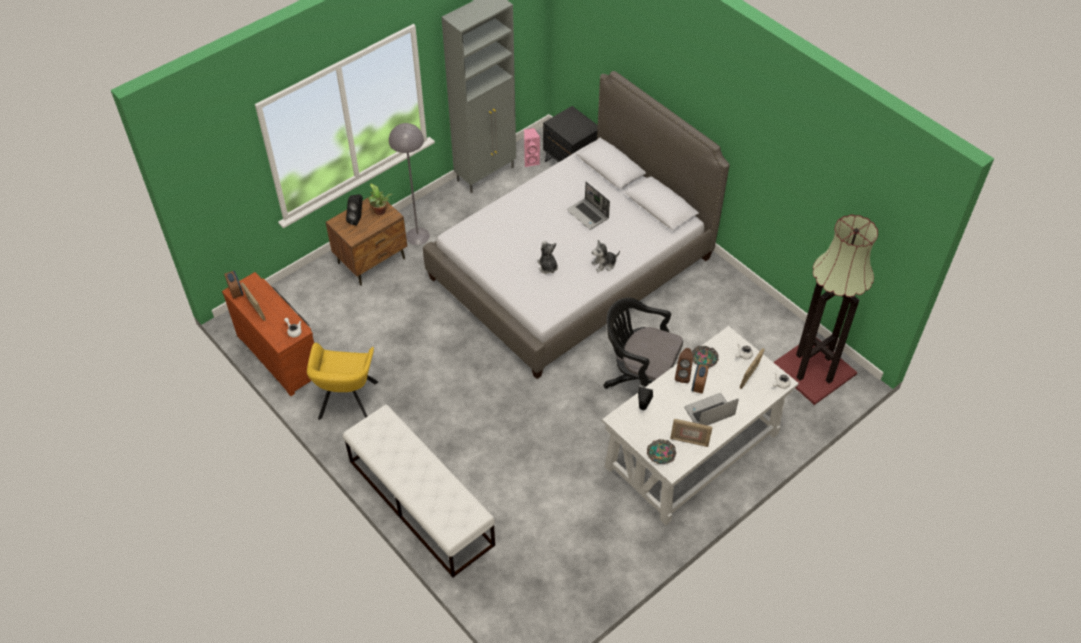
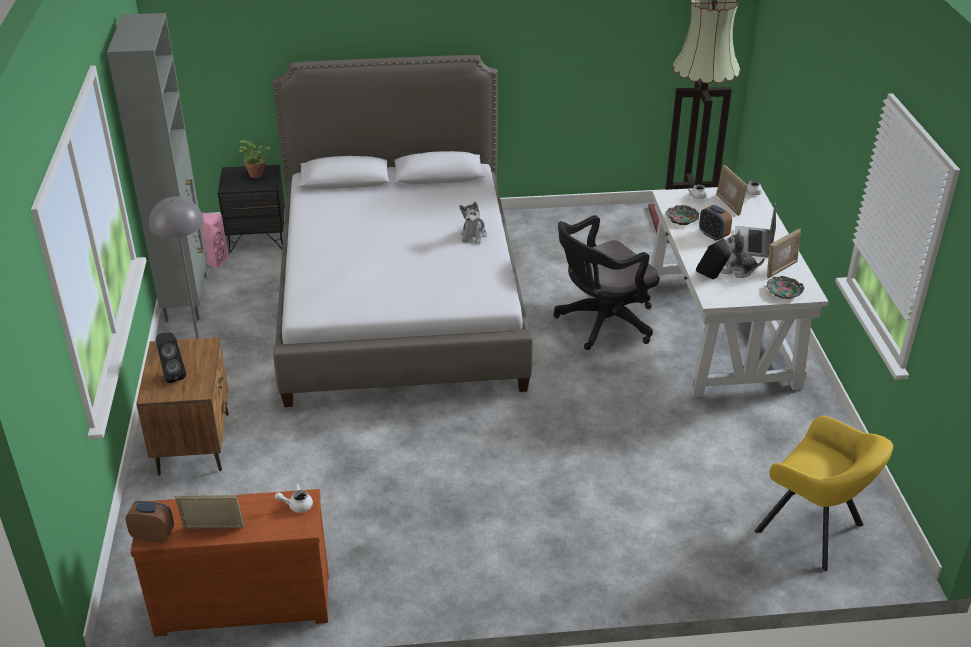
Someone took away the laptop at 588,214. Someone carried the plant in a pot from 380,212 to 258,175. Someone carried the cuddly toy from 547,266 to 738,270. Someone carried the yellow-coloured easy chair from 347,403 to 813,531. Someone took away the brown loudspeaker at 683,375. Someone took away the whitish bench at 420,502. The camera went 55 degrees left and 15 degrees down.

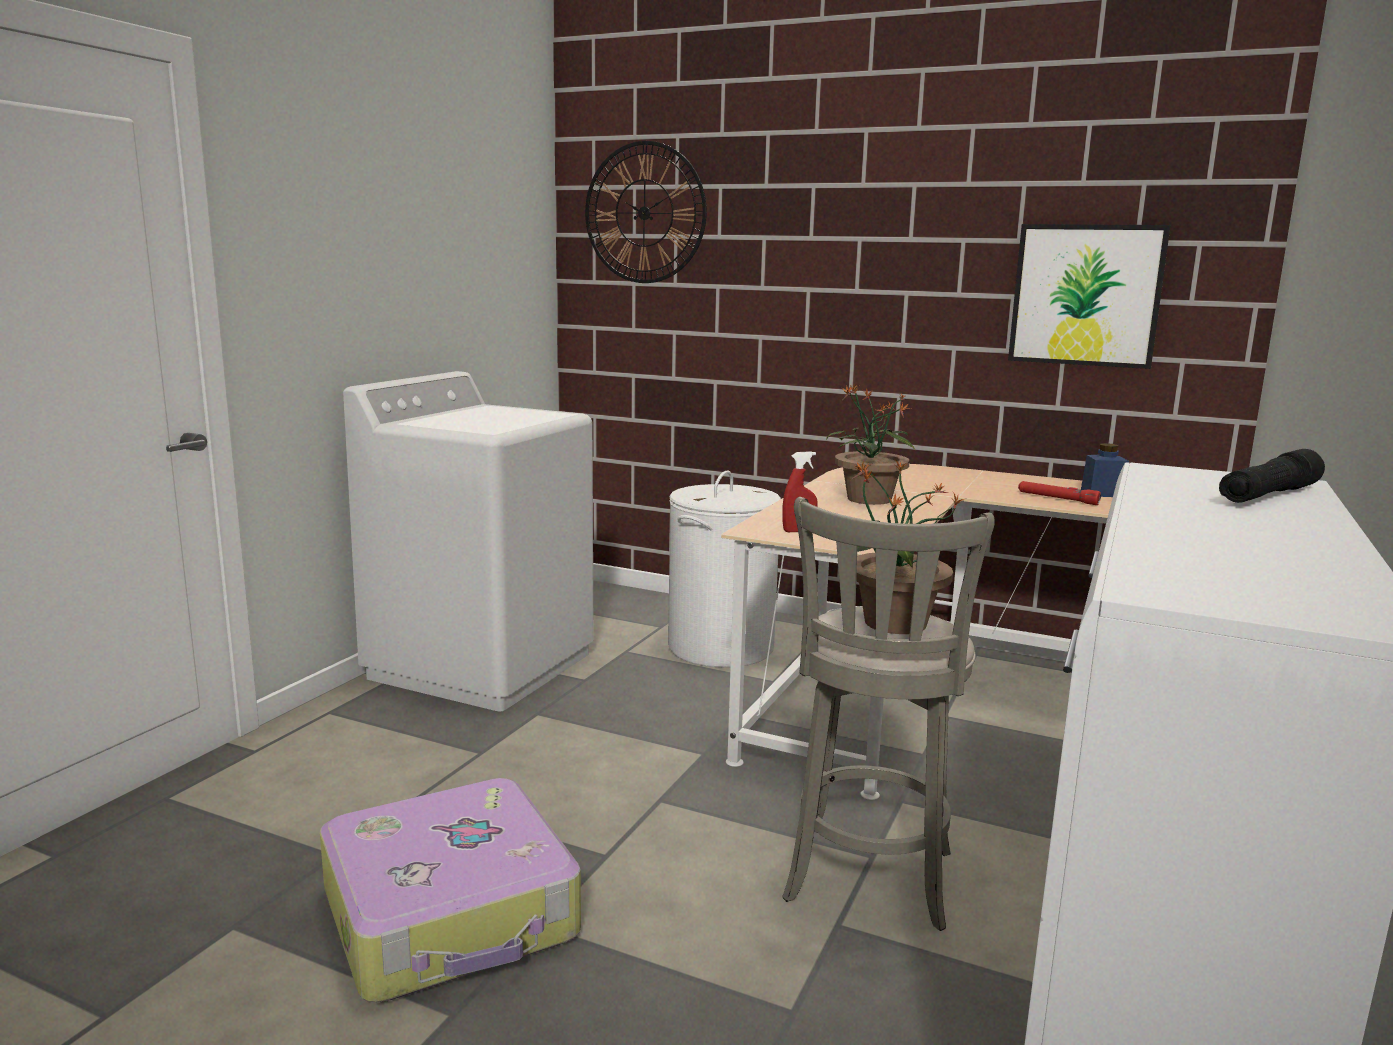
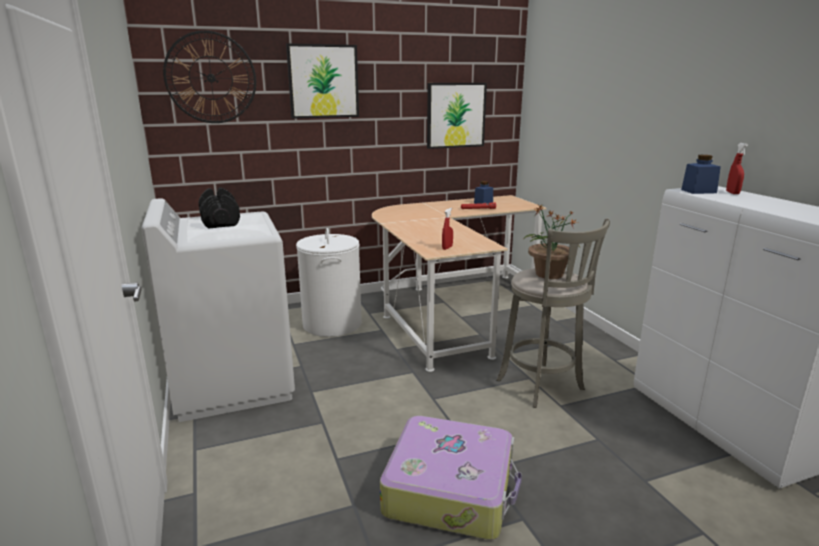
Someone took away the plant in a pot at 868,499. Someone swapped the black-coloured flashlight at 1268,495 for the reddish spray bottle at 732,193. Someone put up the wall art at 323,81. Someone put down the blue-coloured preserve jar at 698,191. Someone put down the black-coloured dumbbell at 220,222. The camera went 45 degrees left and 5 degrees up.

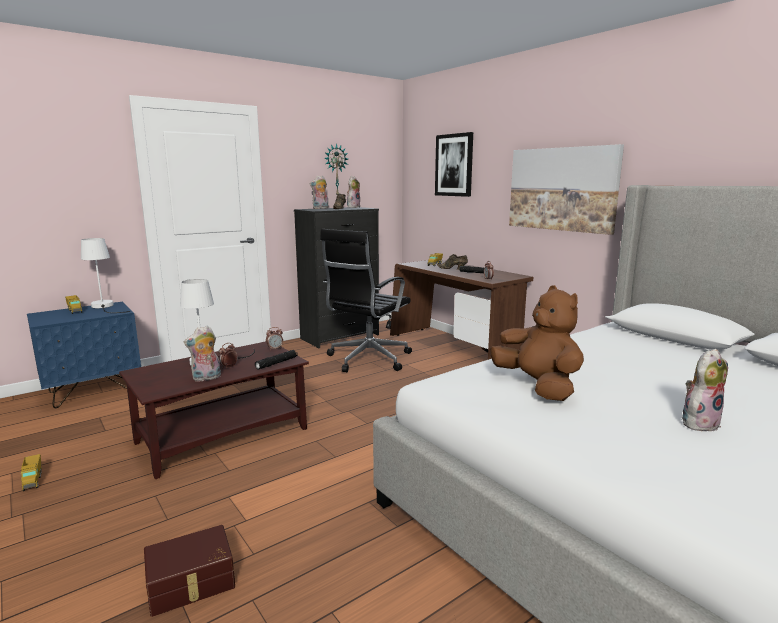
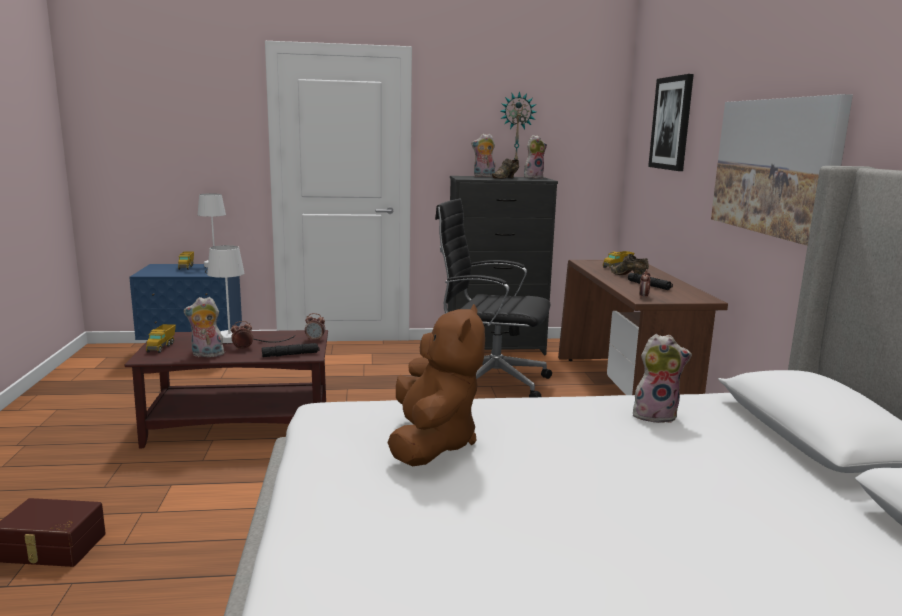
Someone rotated the black-coloured desk chair at 367,359 by 45 degrees clockwise. Someone carried the cuddly toy from 699,422 to 655,415. Someone carried the toy truck from 33,480 to 161,347. The camera went 30 degrees right and 0 degrees up.

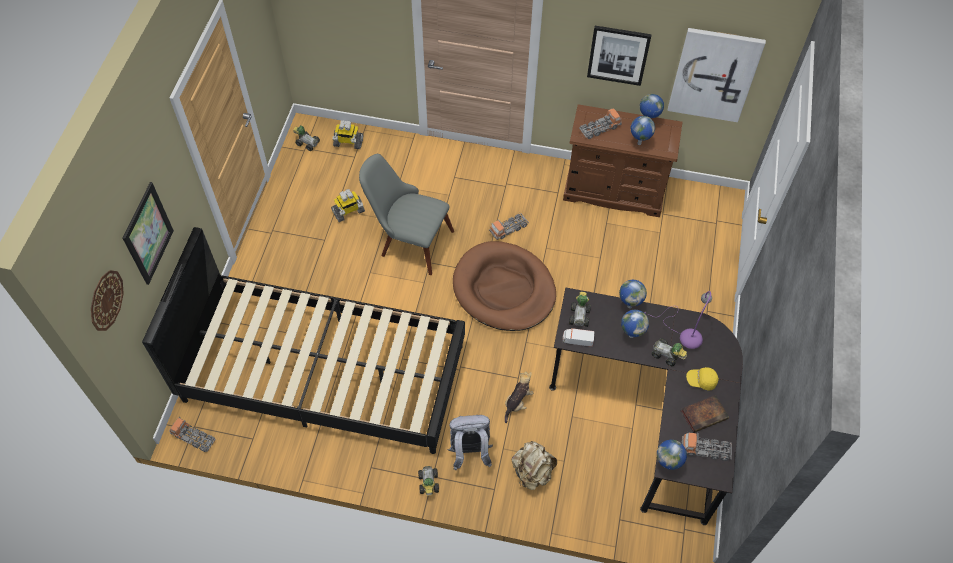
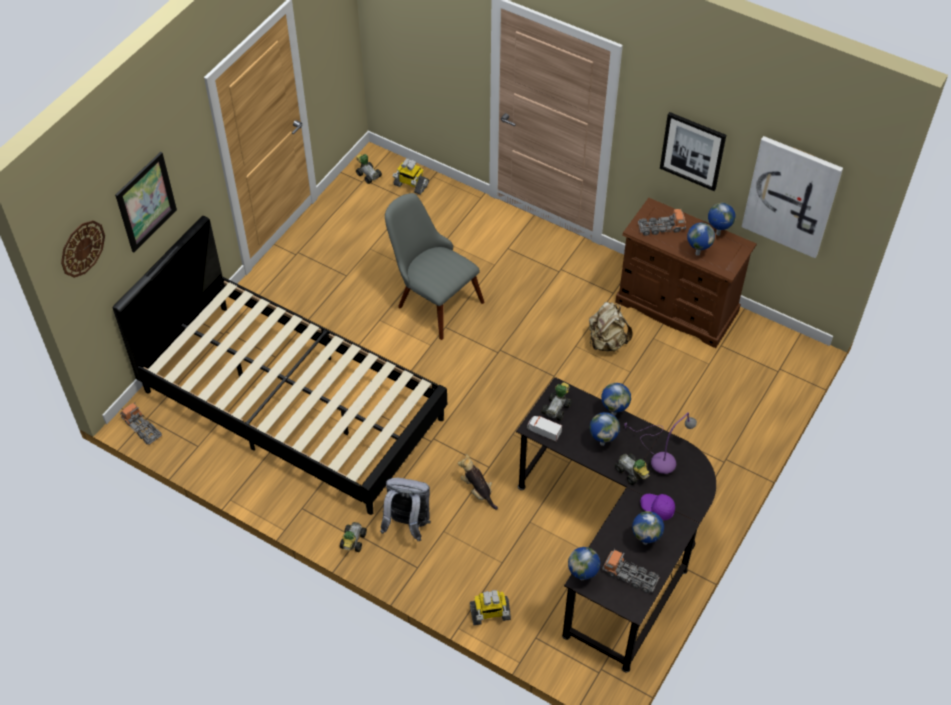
Someone carried the toy robot from 348,212 to 490,614. Someone took away the toy truck at 508,228. Someone took away the brown dog bed at 504,289. Someone repainted the yellow-coloured cap at 701,380, which became the purple cap at 657,508. Someone rotated the cuddly toy at 517,402 by 90 degrees counterclockwise. Someone swapped the book at 704,414 for the world globe at 645,542. Someone carried the sand-coloured backpack from 532,472 to 606,342. The camera went 20 degrees right and 5 degrees down.

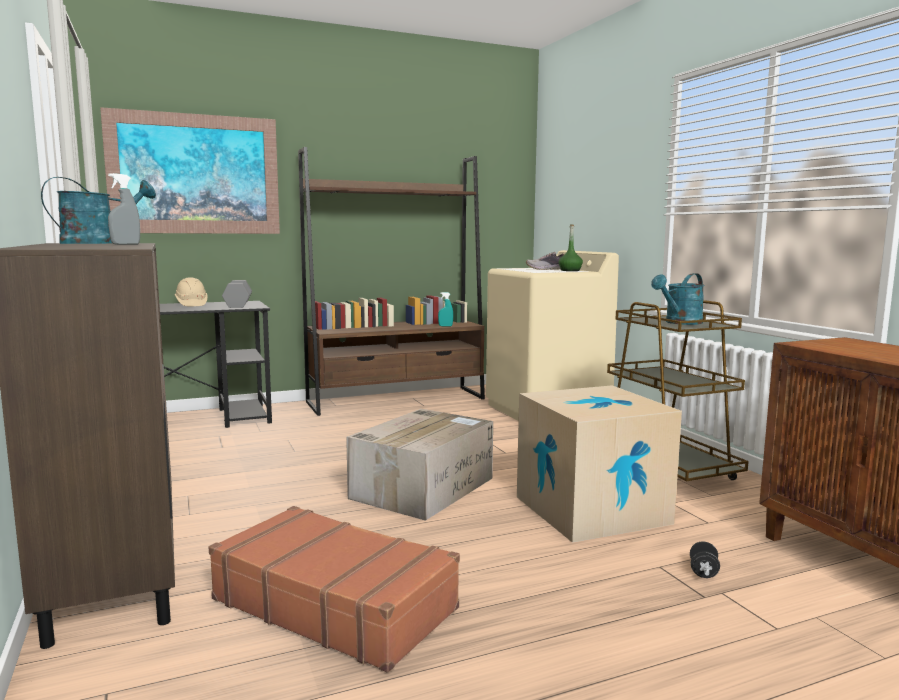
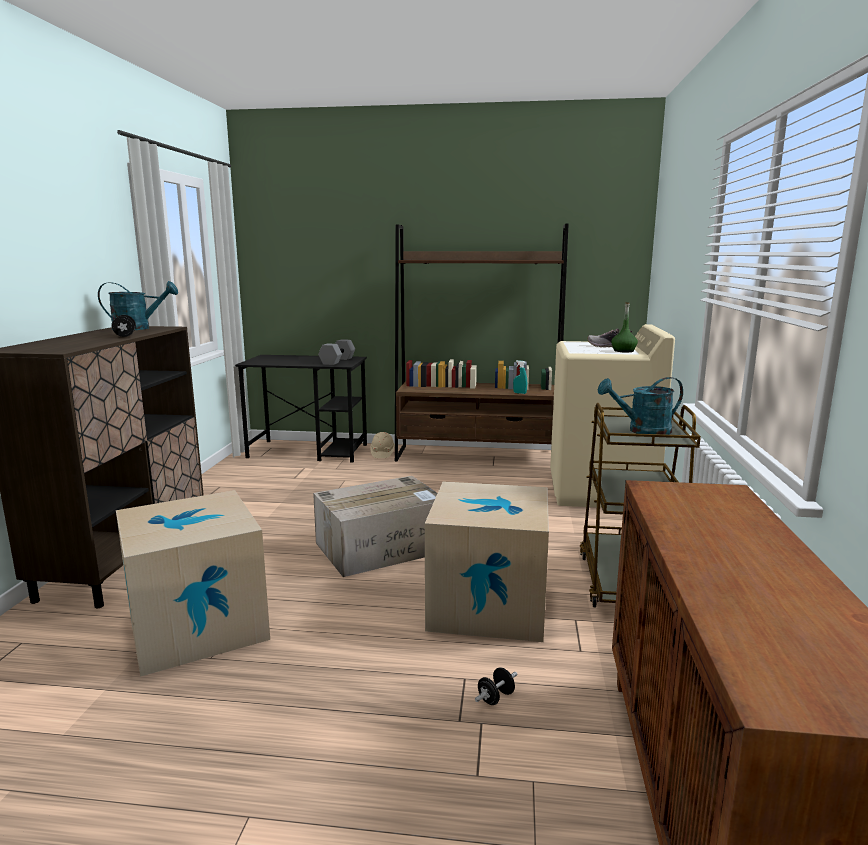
Someone took away the wall art at 195,174. Someone swapped the greyish spray bottle at 125,244 for the black-coloured dumbbell at 125,335. Someone carried the sand-coloured hard hat from 191,304 to 382,453. Someone swapped the brown travel case at 335,603 for the cardboard box at 197,626. The camera went 30 degrees right and 5 degrees up.

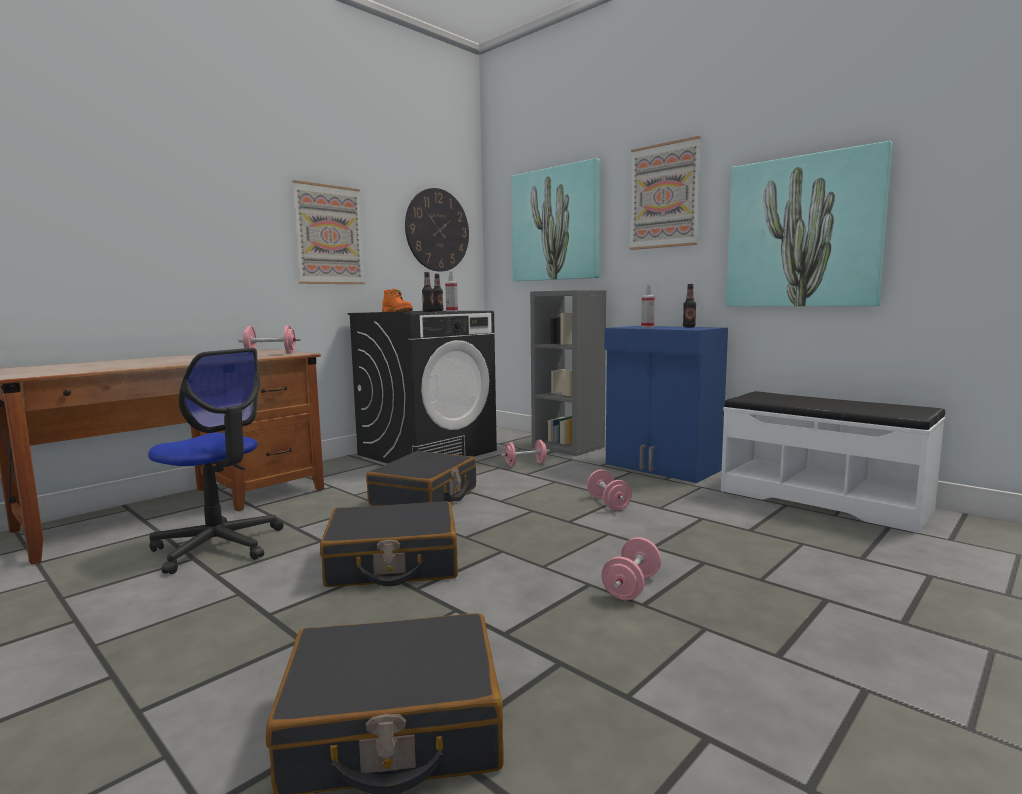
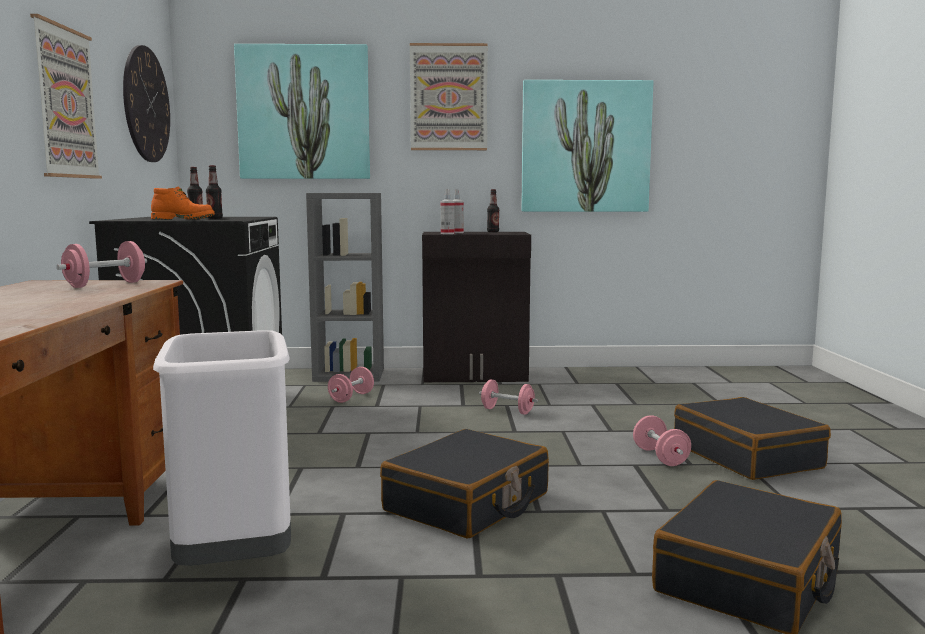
Someone carried the spray bottle from 452,311 to 447,233. Someone repainted the blue-coloured storage cabinet at 662,467, which became the black-coloured storage cabinet at 475,375. Someone swapped the desk chair at 218,546 for the whitish rubbish bin at 235,559. Someone took away the whitish bench at 822,499. Someone carried the black-coloured travel case from 425,496 to 747,456. The camera went 45 degrees left and 0 degrees up.

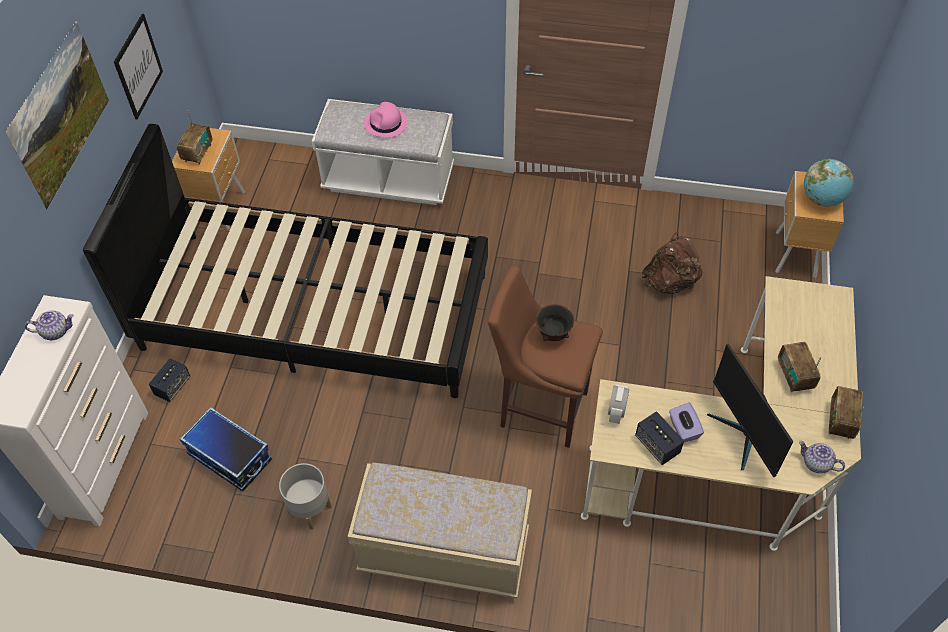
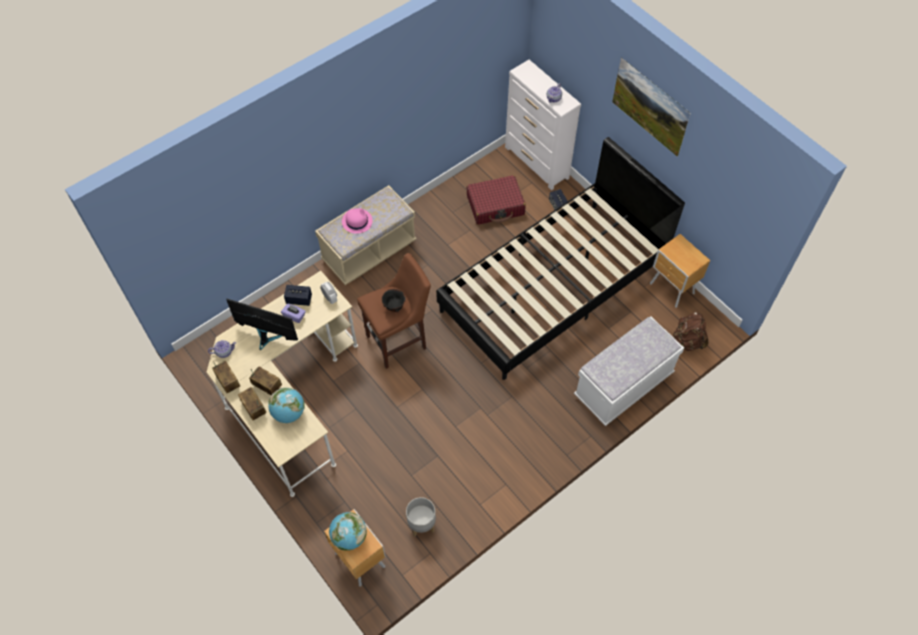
Someone took away the wall art at 138,66. Someone carried the pink-coloured hat from 386,124 to 357,221. Someone carried the radio from 197,153 to 254,408. Someone carried the brown backpack from 669,282 to 687,340. Someone swapped the storage container at 229,458 for the reddish travel case at 495,205. Someone carried the greyish planter from 310,509 to 421,524. Someone put down the world globe at 289,413. The camera went 130 degrees right and 5 degrees up.

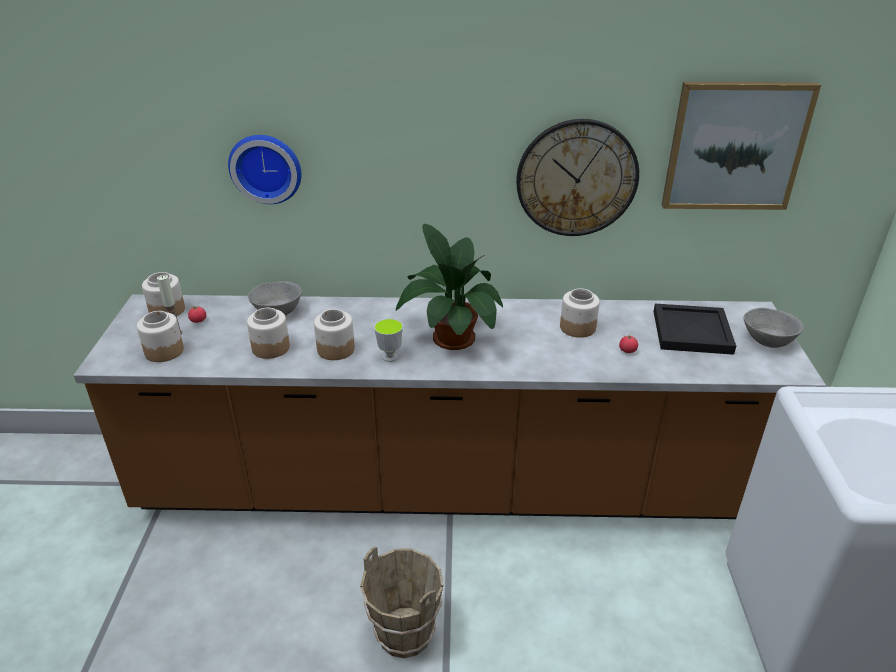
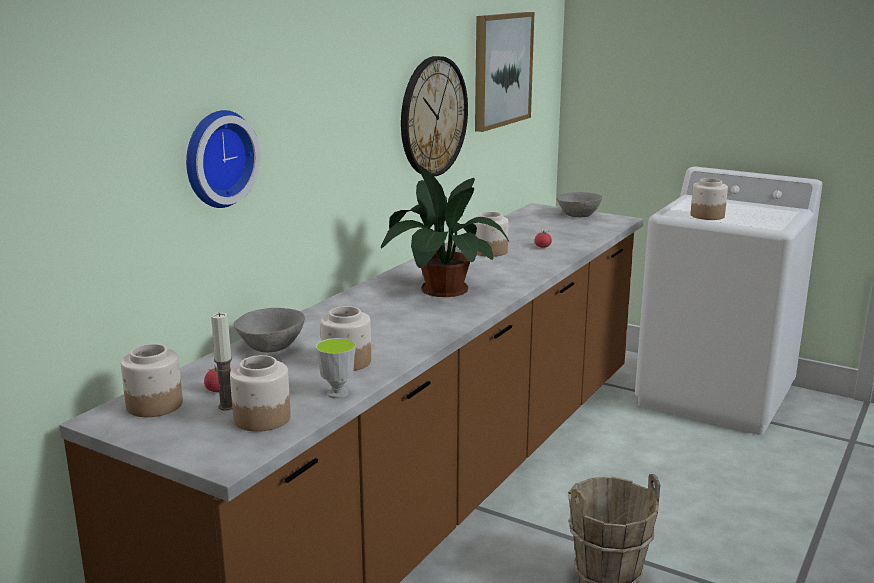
Someone took away the black-coloured tray at 691,332. Someone carried the preserve jar from 335,349 to 707,216. Someone carried the drinking cup from 390,357 to 337,393. The camera went 60 degrees left and 15 degrees down.

